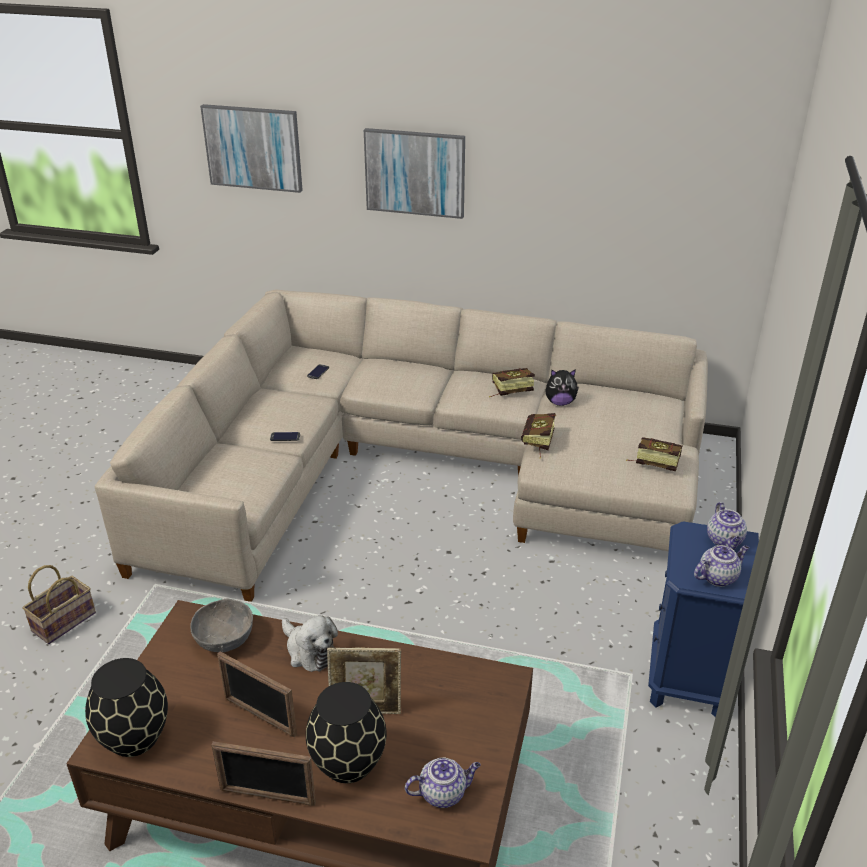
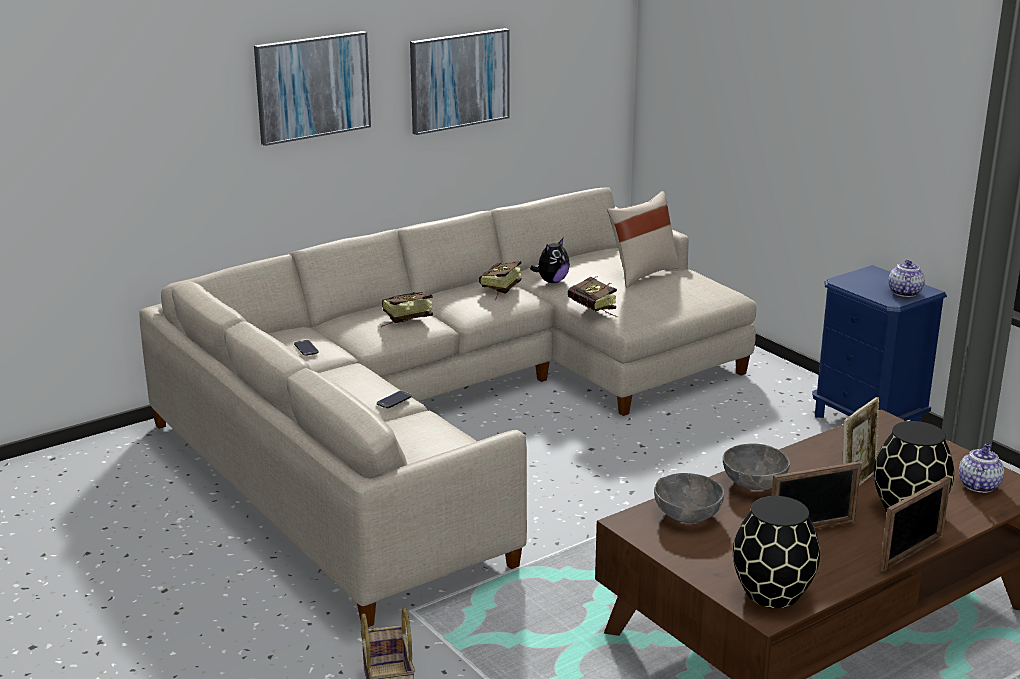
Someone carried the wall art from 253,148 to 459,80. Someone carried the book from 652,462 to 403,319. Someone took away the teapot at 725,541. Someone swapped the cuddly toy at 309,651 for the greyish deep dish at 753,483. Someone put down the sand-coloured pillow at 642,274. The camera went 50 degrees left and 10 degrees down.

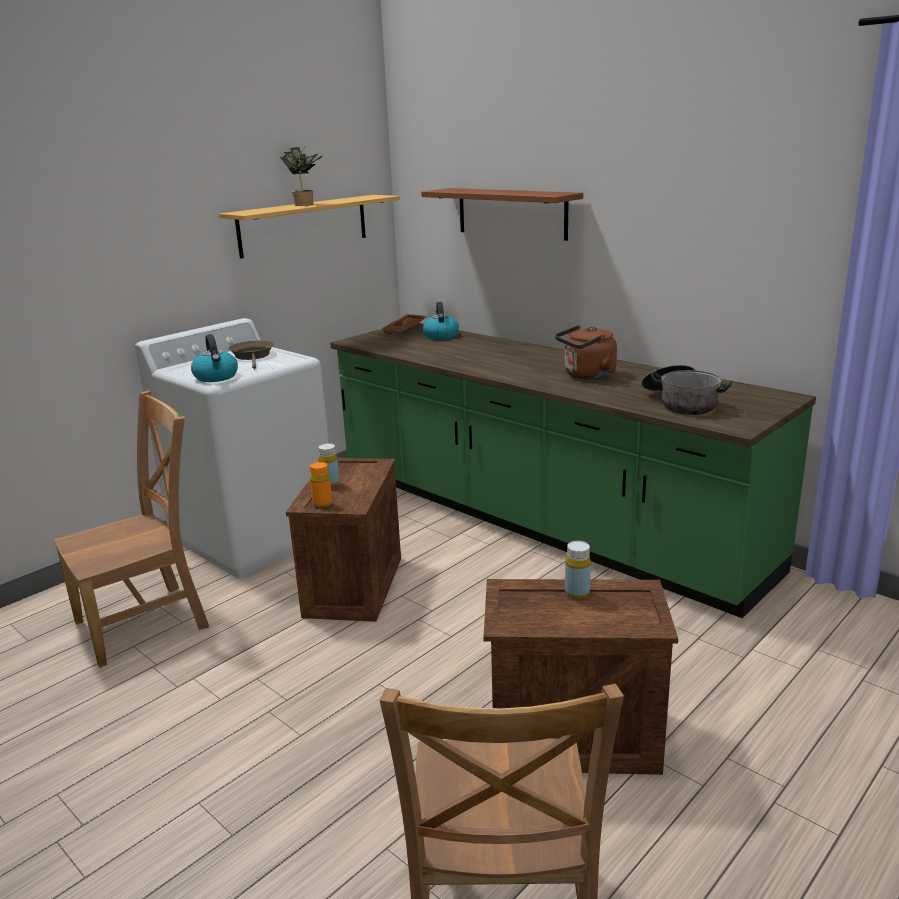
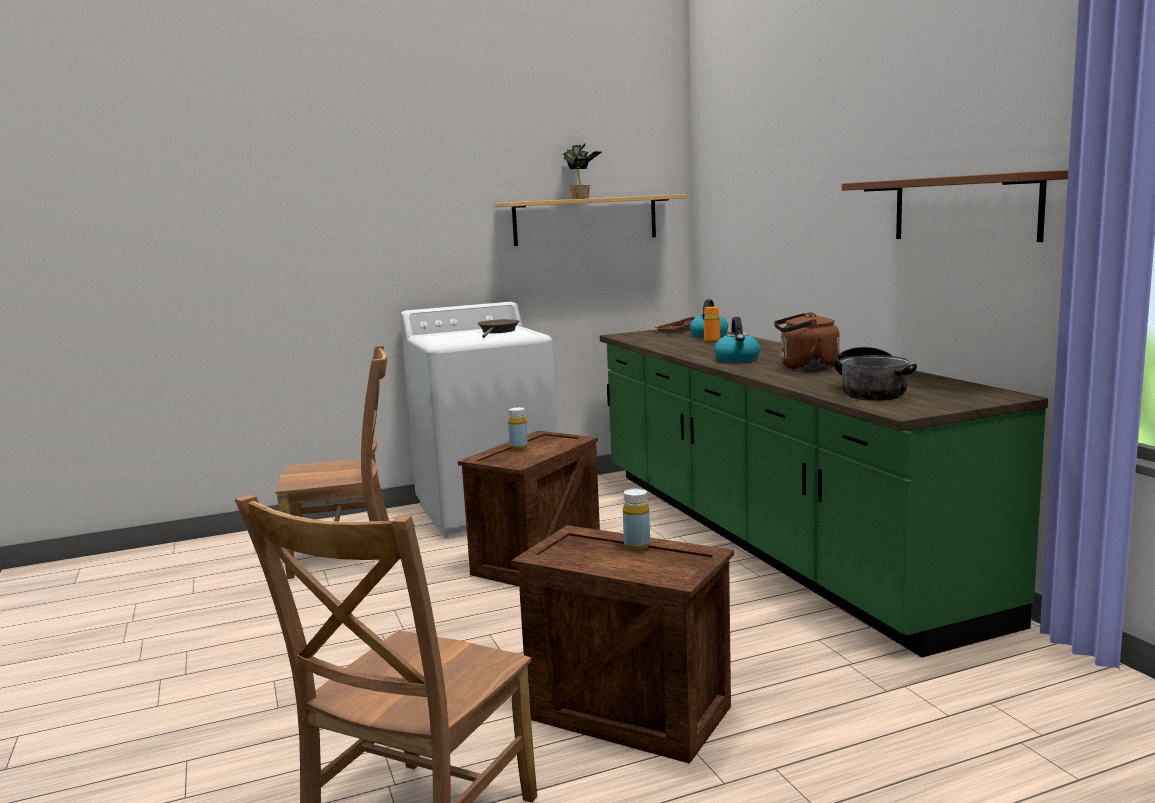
Someone carried the brown wall shelf from 511,213 to 964,208. Someone carried the tea kettle from 216,377 to 737,360. Someone carried the orangey beverage bottle from 322,503 to 712,341. The camera went 25 degrees right and 10 degrees down.

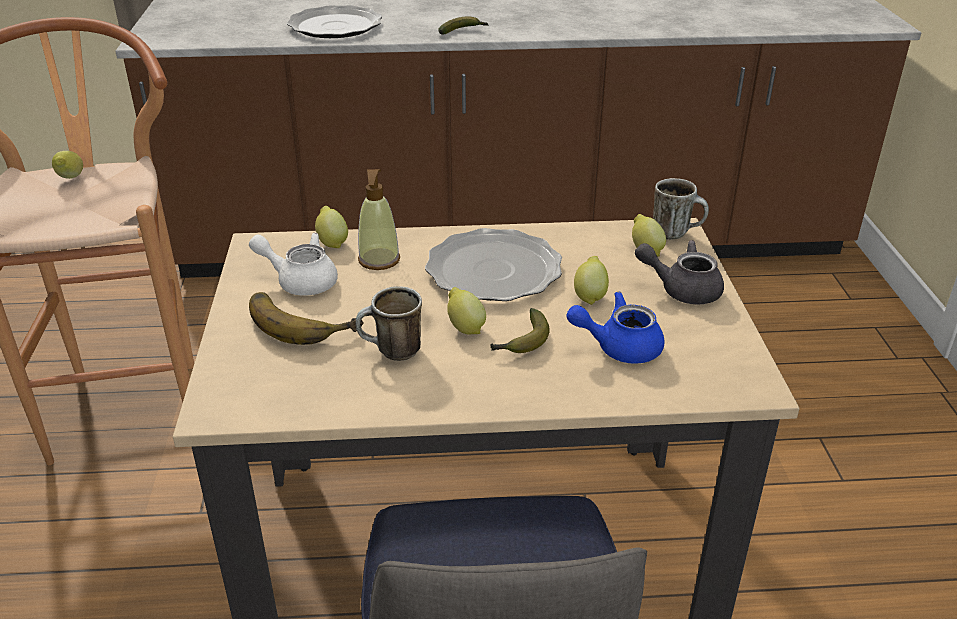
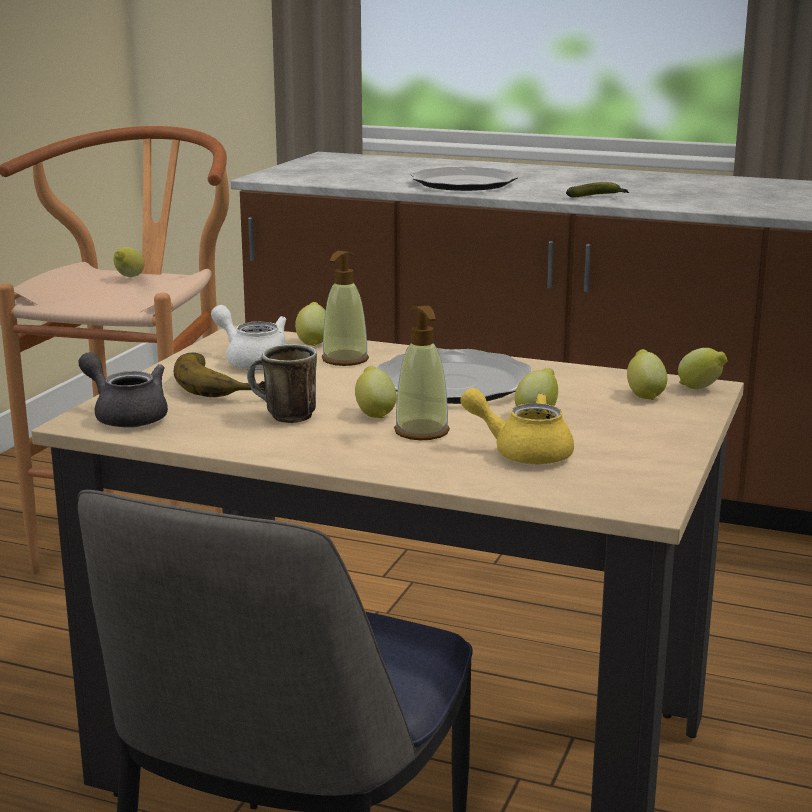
Someone swapped the coffee mug at 676,233 for the lemon at 701,389. Someone carried the greyish teapot from 681,289 to 126,416. Someone repainted the blue-coloured teapot at 618,347, which became the yellow-coloured teapot at 522,452. Someone swapped the whole banana at 522,342 for the liquid soap bottle at 422,432. The camera went 25 degrees right and 15 degrees down.

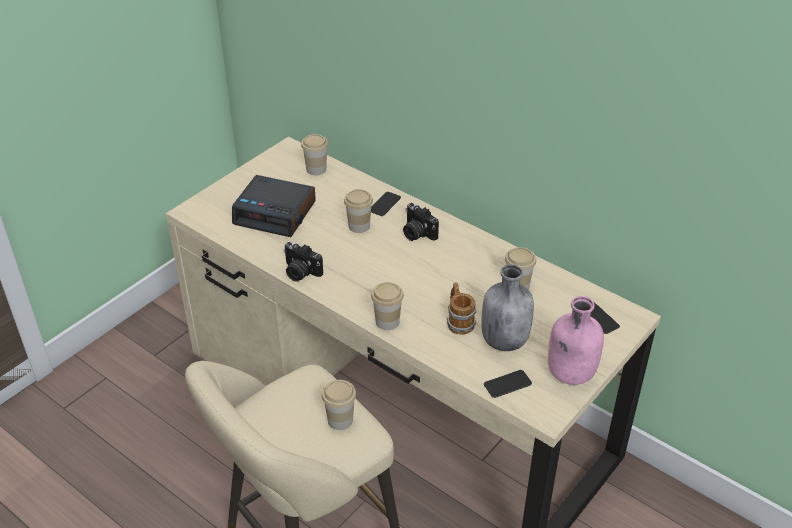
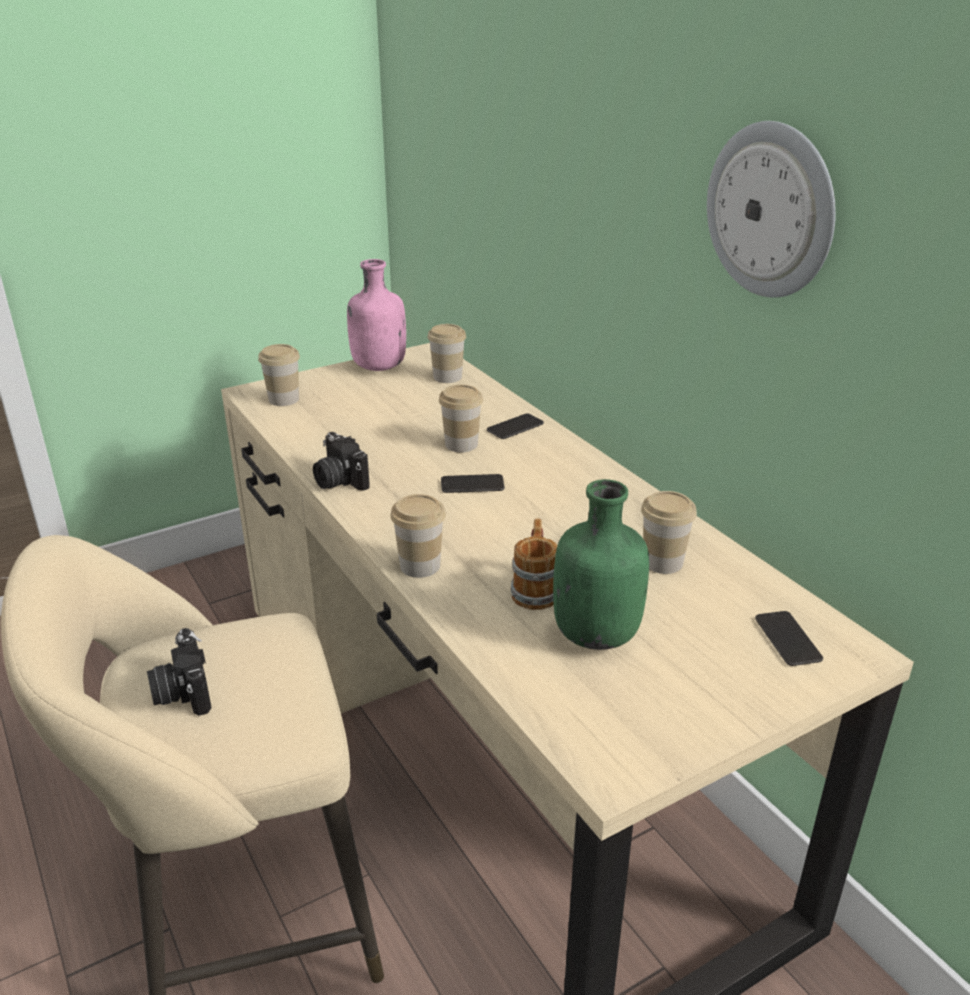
Someone took away the alarm clock at 276,213. Someone carried the still camera from 417,233 to 182,692. Someone repainted the greyish beverage bottle at 504,340, which became the greenish beverage bottle at 597,633. Someone carried the pink-coloured beverage bottle from 569,374 to 377,367. Someone carried the phone from 507,384 to 472,485. Someone carried the drinking cup from 340,420 to 284,399. Someone put up the hanging clock at 771,211. The camera went 20 degrees right and 10 degrees down.

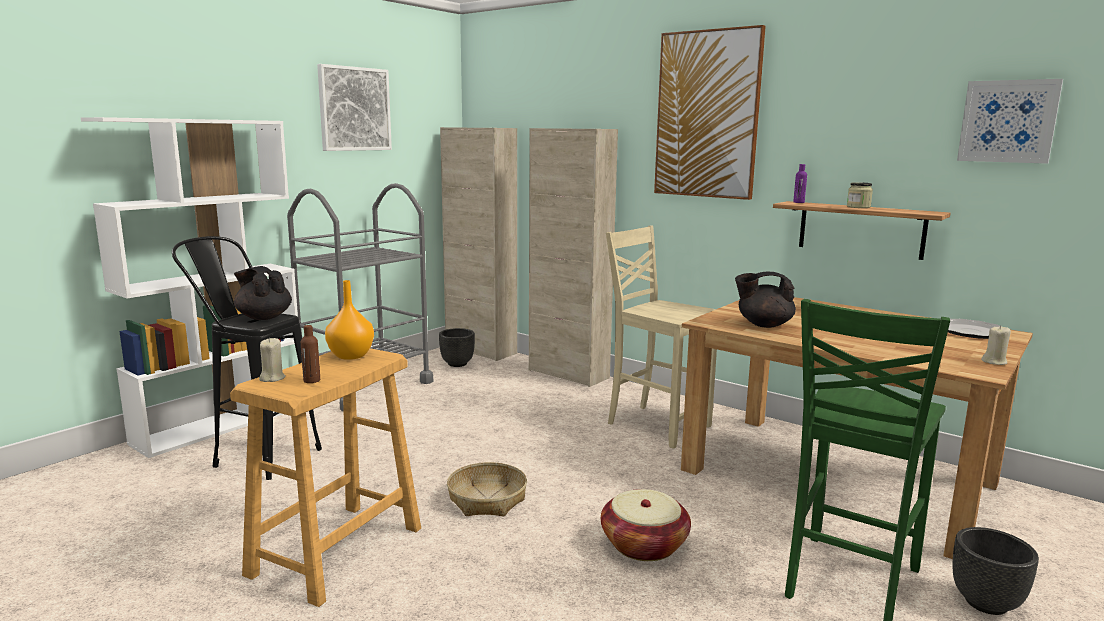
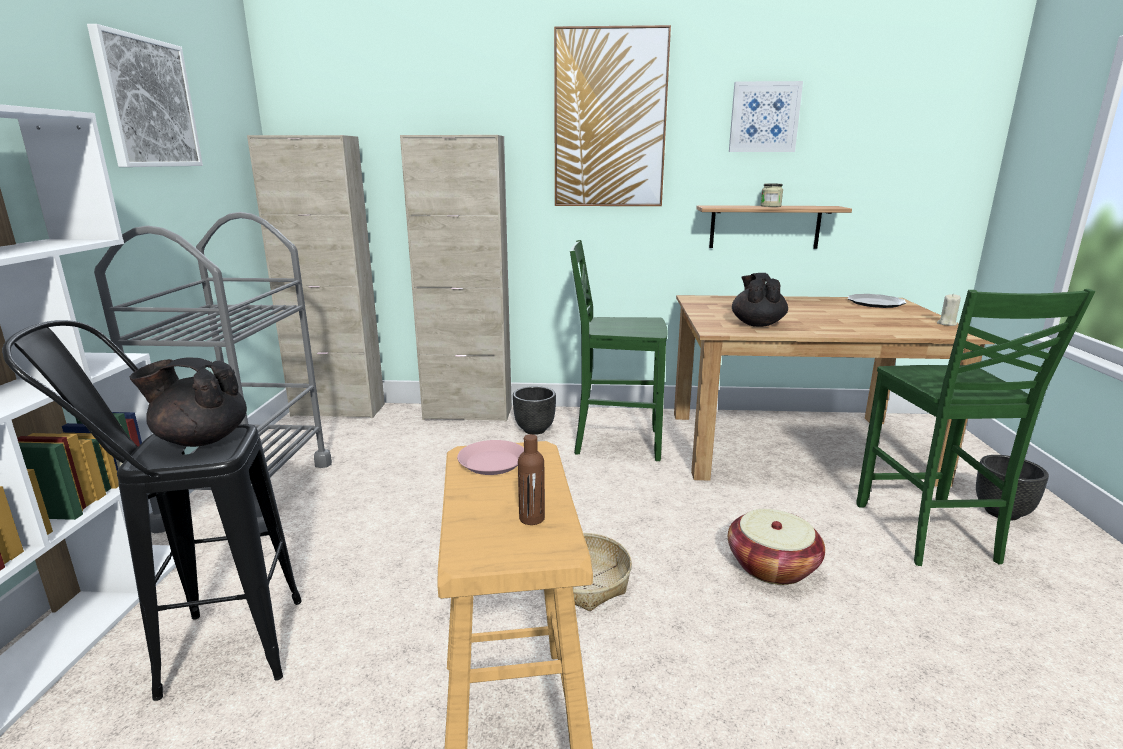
Someone carried the wall art from 1008,121 to 764,117. Someone took away the purple beverage bottle at 798,202. Someone repainted the sand-coloured upright chair at 656,425, which became the greenish upright chair at 615,442. Someone rotated the black-coloured teapot at 763,325 by 120 degrees clockwise. Someone swapped the orangey flower vase at 350,355 for the pink-coloured dinner plate at 492,463. Someone carried the black-coloured planter from 457,364 to 534,430. Someone took away the sand-coloured candle at 272,378. The camera went 35 degrees left and 5 degrees up.

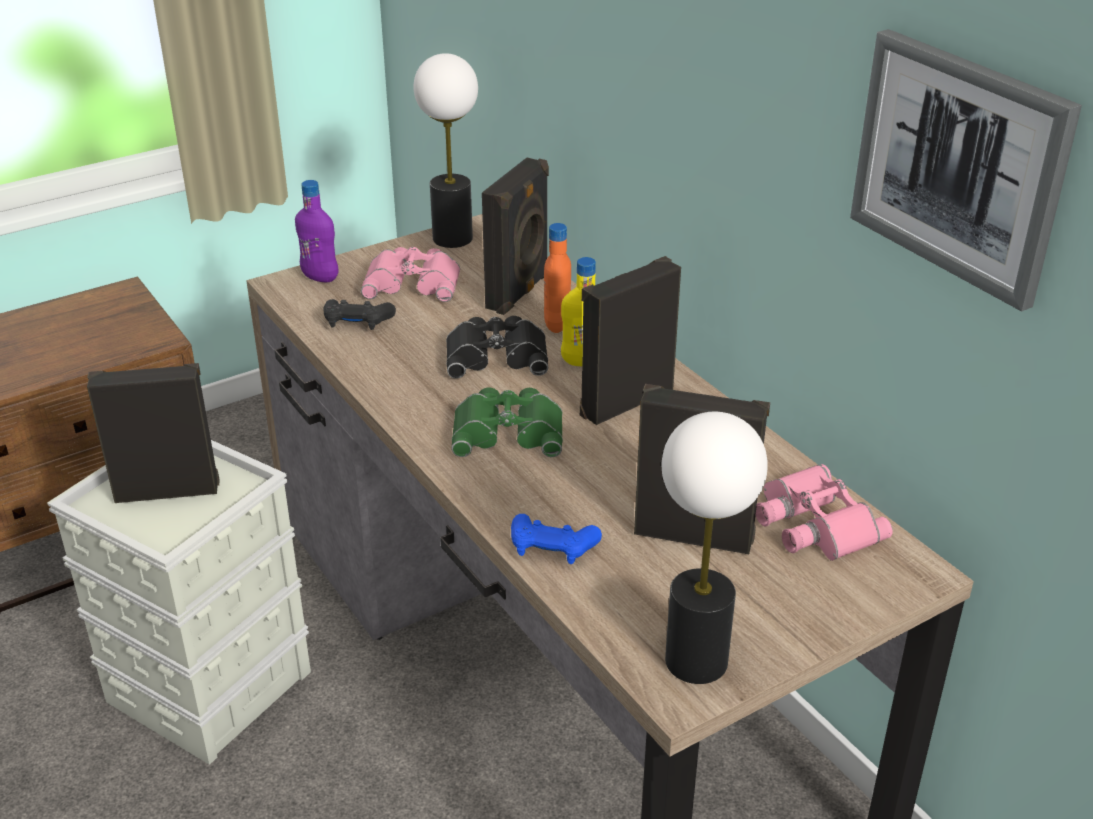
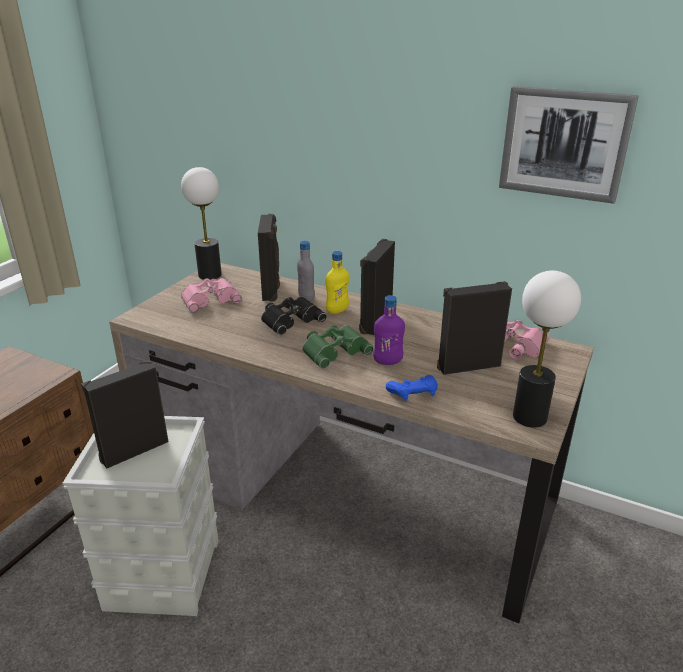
Someone carried the purple beverage bottle from 320,277 to 387,362. Someone repainted the orangey beverage bottle at 557,324, which became the greyish beverage bottle at 306,298. Someone took away the black-coloured game controller at 357,322. The camera went 30 degrees left and 5 degrees down.

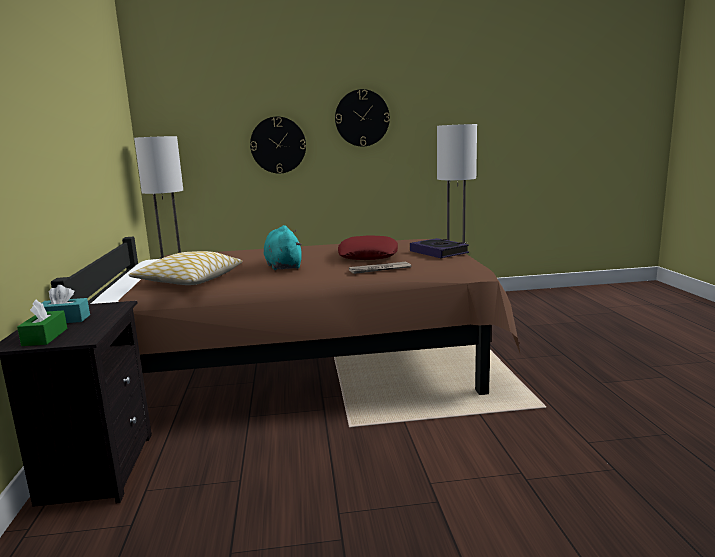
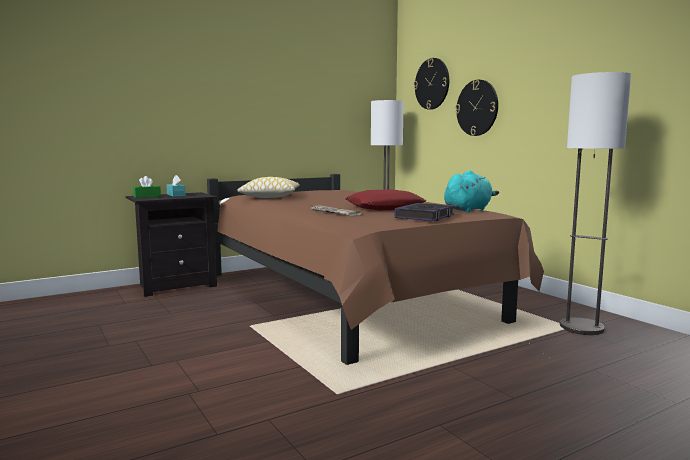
Someone carried the hanging clock from 362,118 to 432,84. Someone carried the turquoise cuddly toy from 283,266 to 468,210. The camera went 65 degrees right and 5 degrees down.

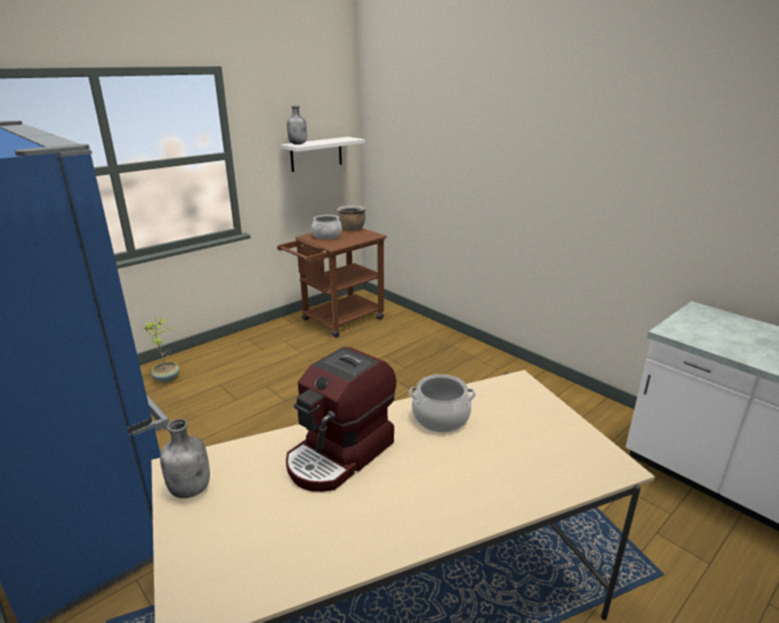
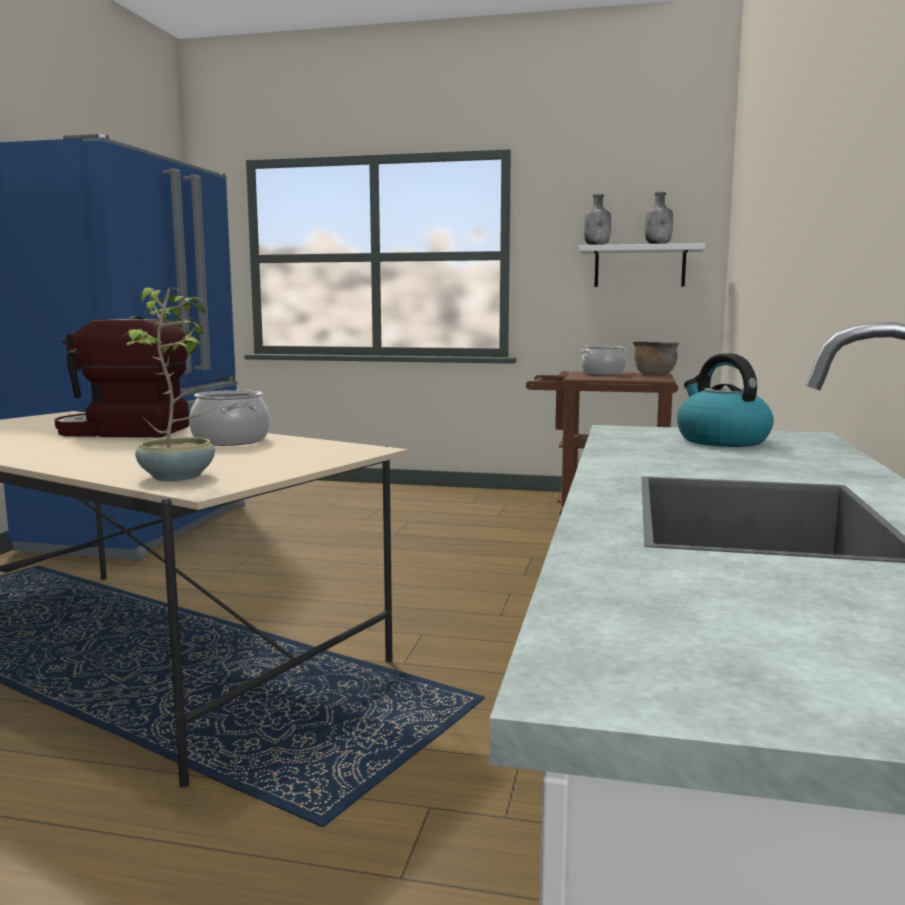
Someone carried the plant in a pot from 167,378 to 179,477. Someone carried the greyish beverage bottle from 191,489 to 658,244. Someone put down the tea kettle at 720,440. The camera went 55 degrees right and 15 degrees down.

